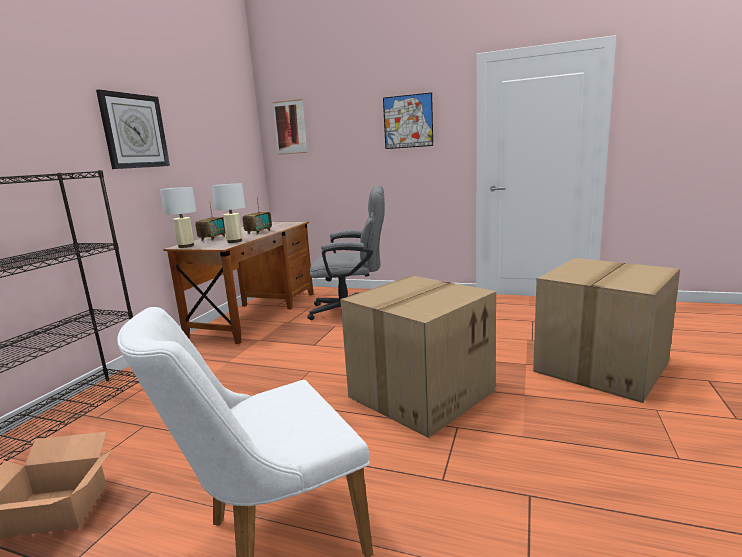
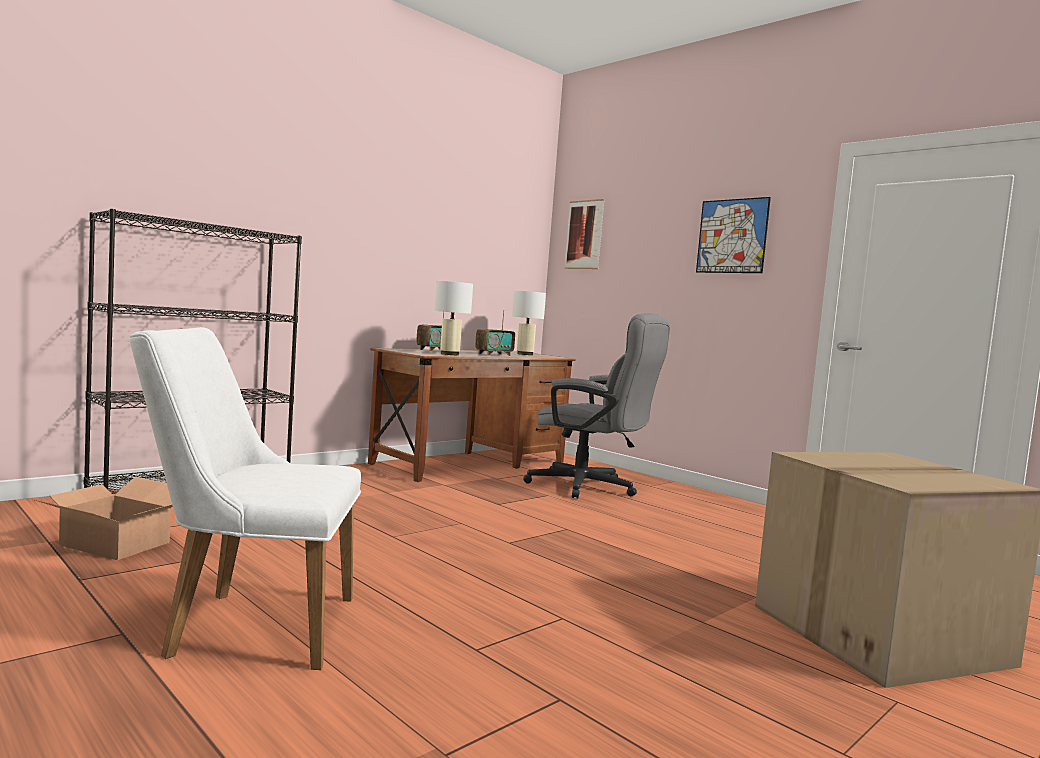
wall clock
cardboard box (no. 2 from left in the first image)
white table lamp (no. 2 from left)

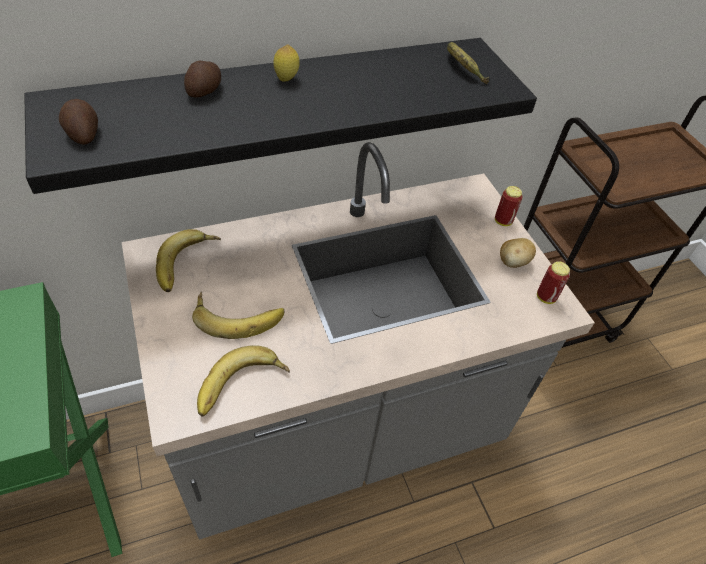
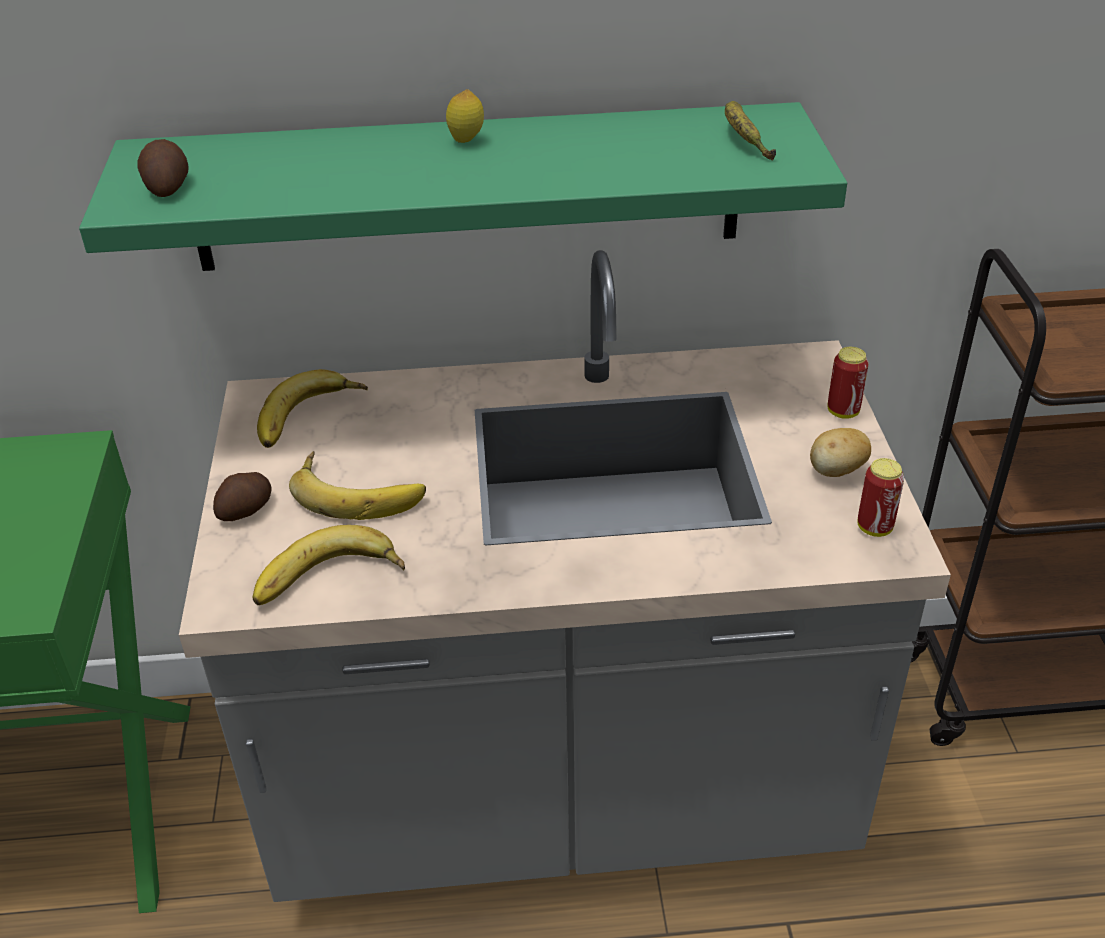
potato (no. 2 from left)
green shelf

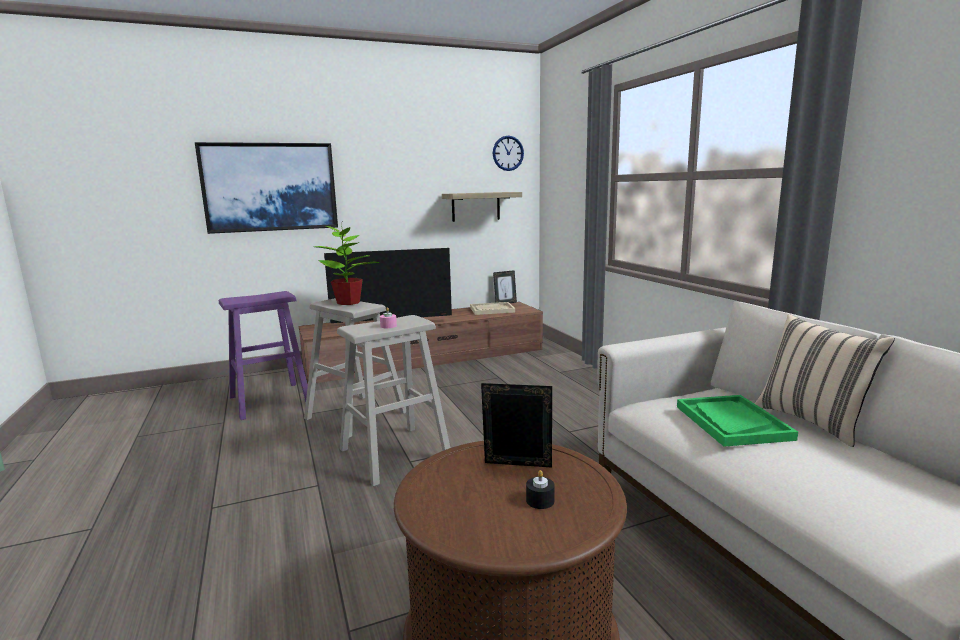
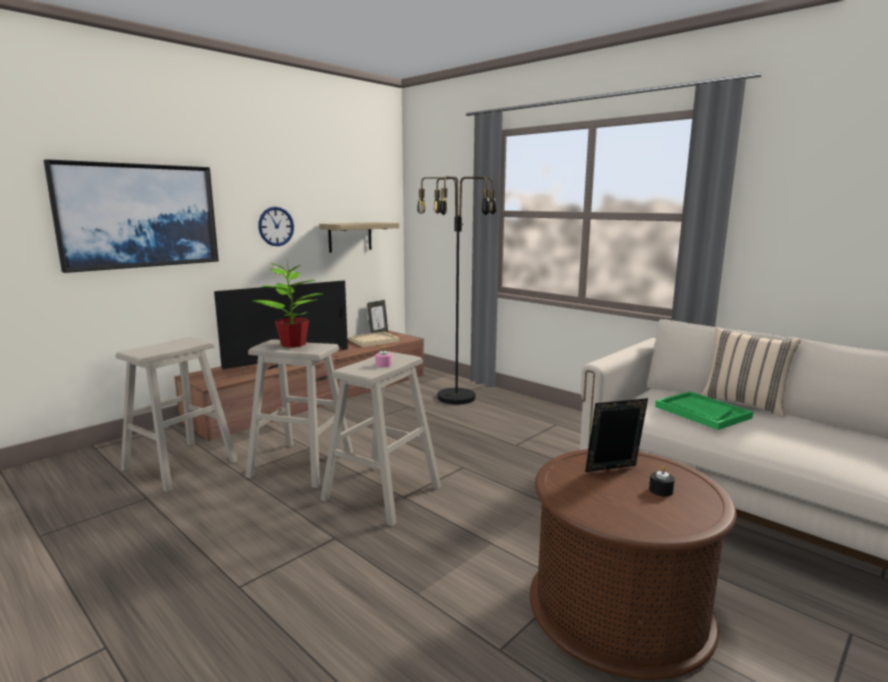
floor lamp
wall clock
beige stool (no. 1 from left)

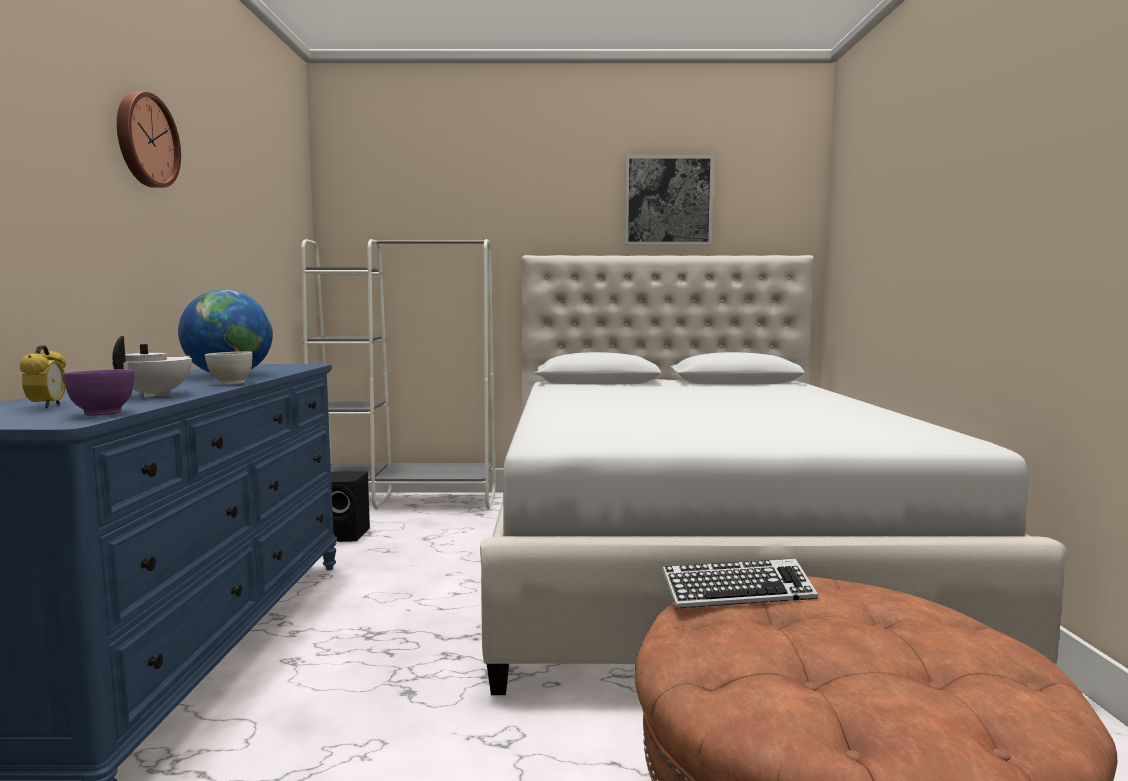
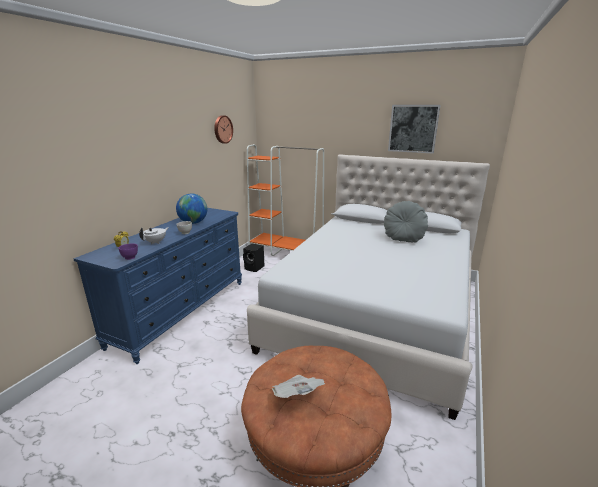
keyboard
newspaper
grey pillow
wall clock
orange clothes rack

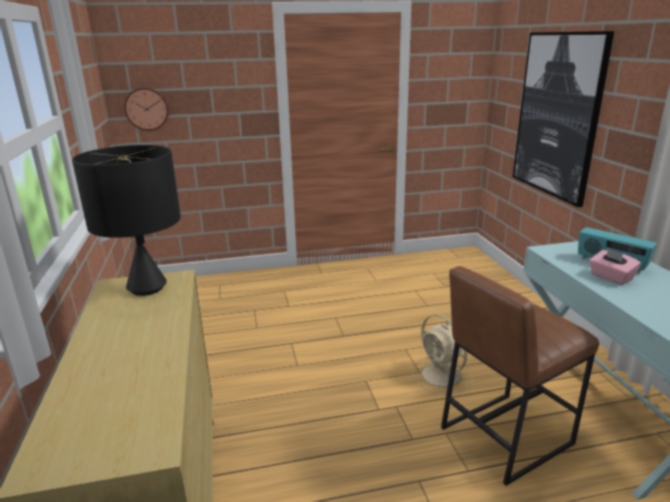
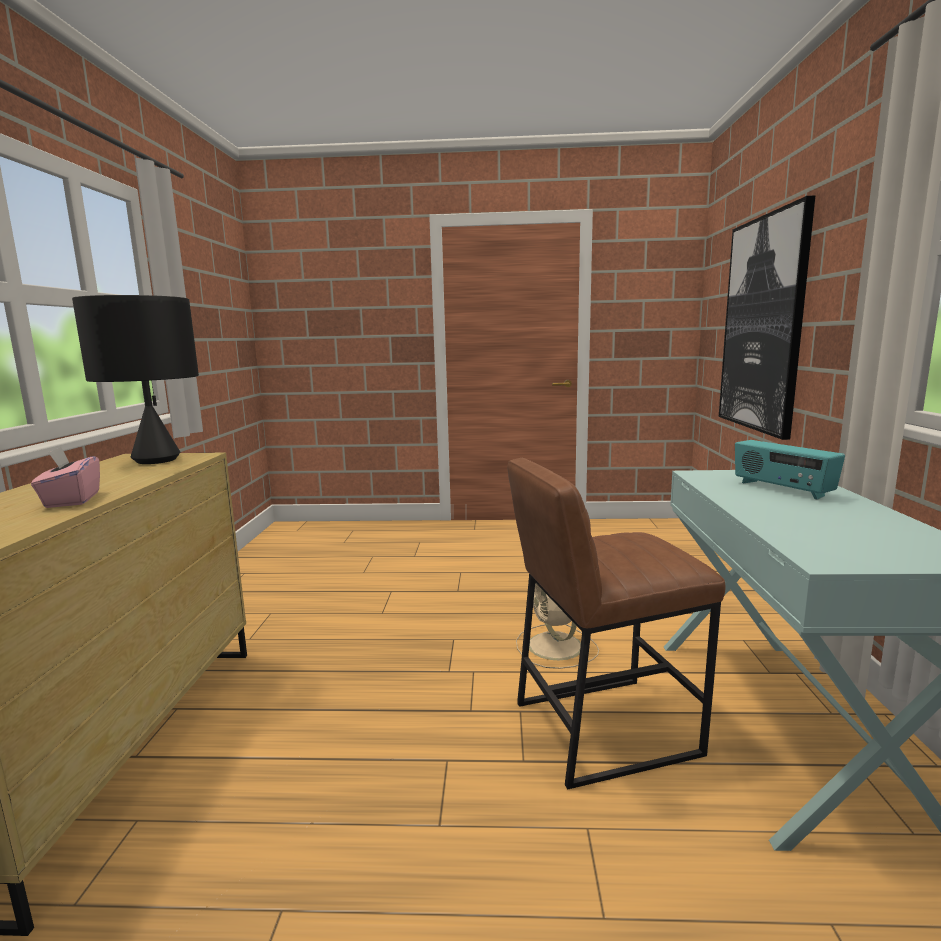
wall clock
pink tissue box

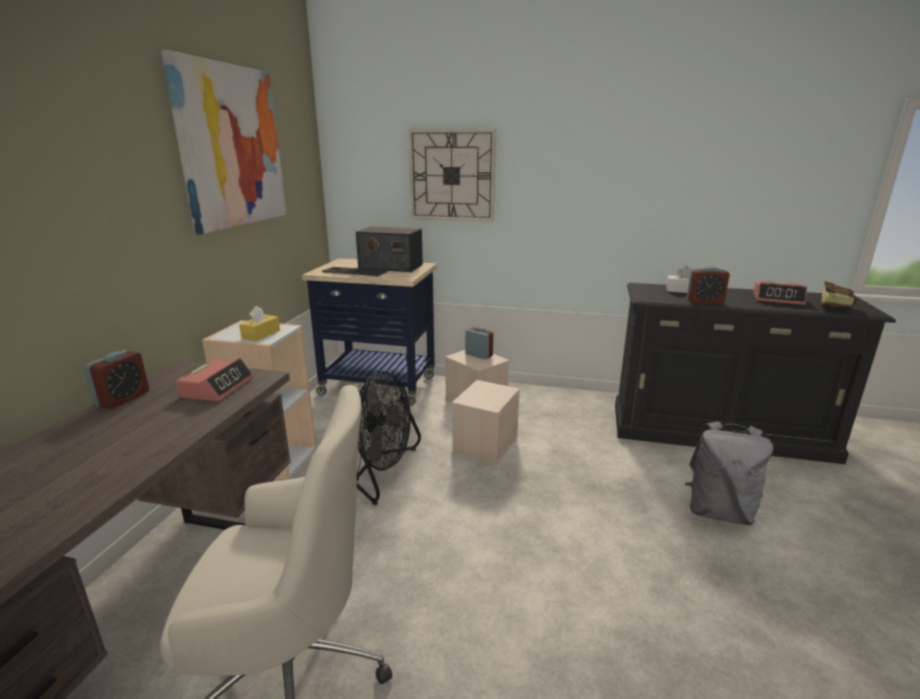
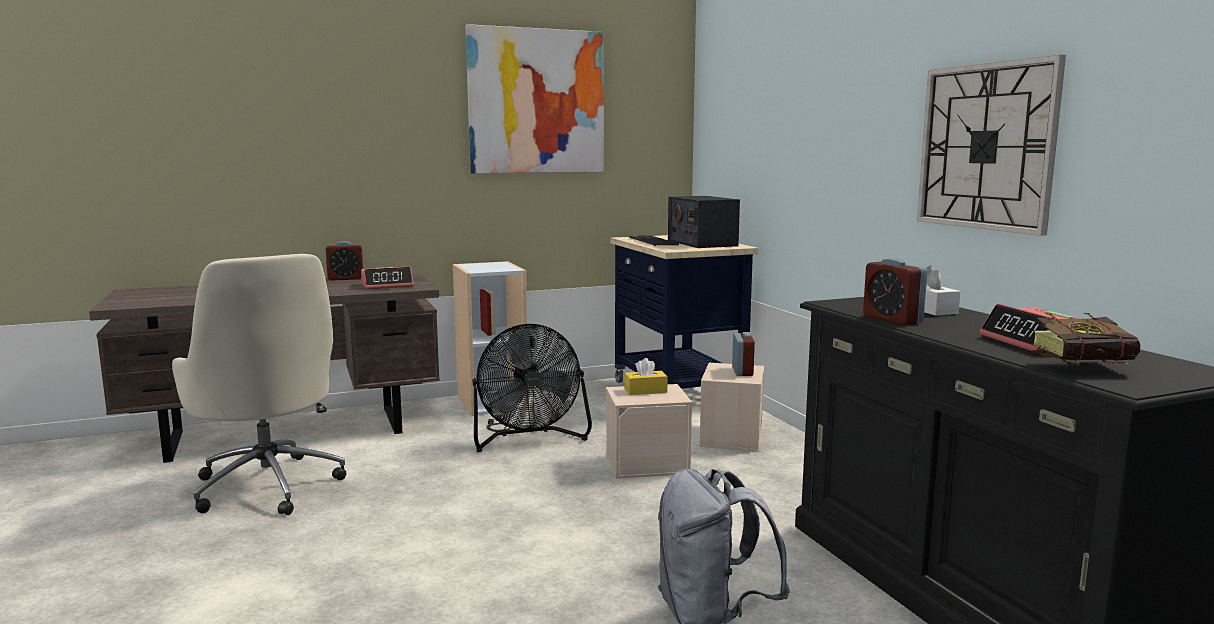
yellow tissue box
wall clock

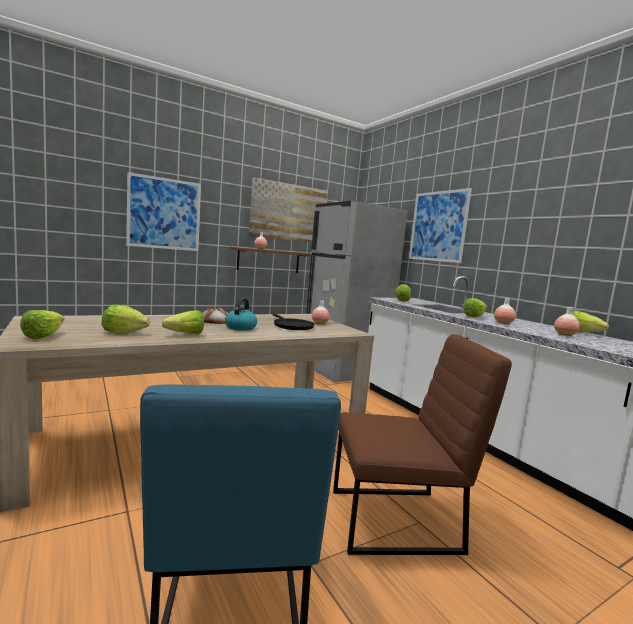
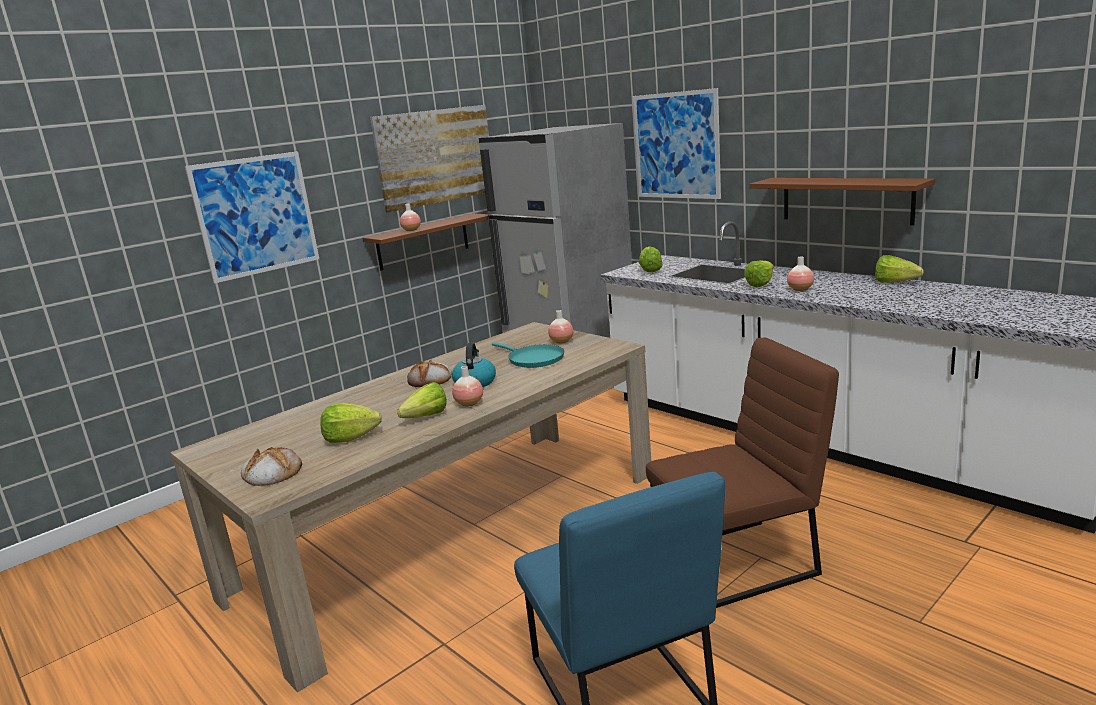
brown shelf (no. 2 from left)
vase (no. 2 from left)
bread (no. 1 from left)
turquoise frying pan

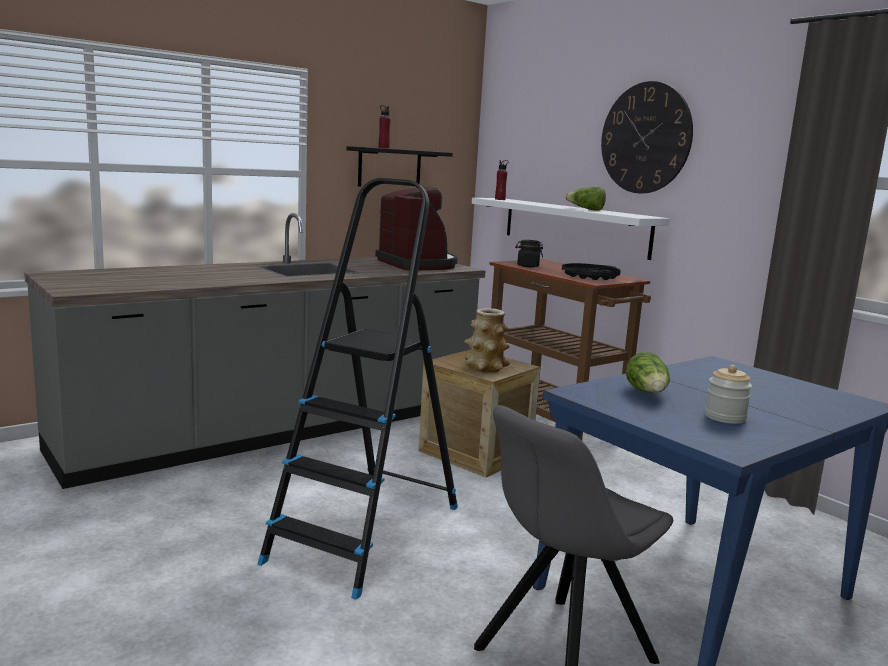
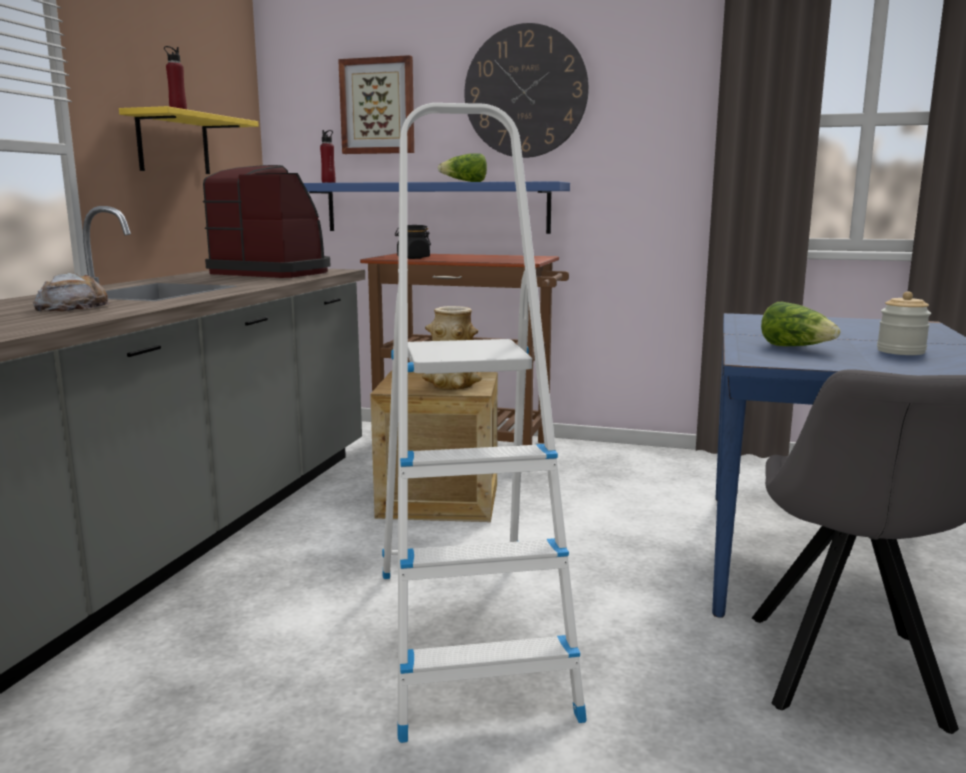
black tray
bread
picture
white step ladder
yellow shelf
blue shelf

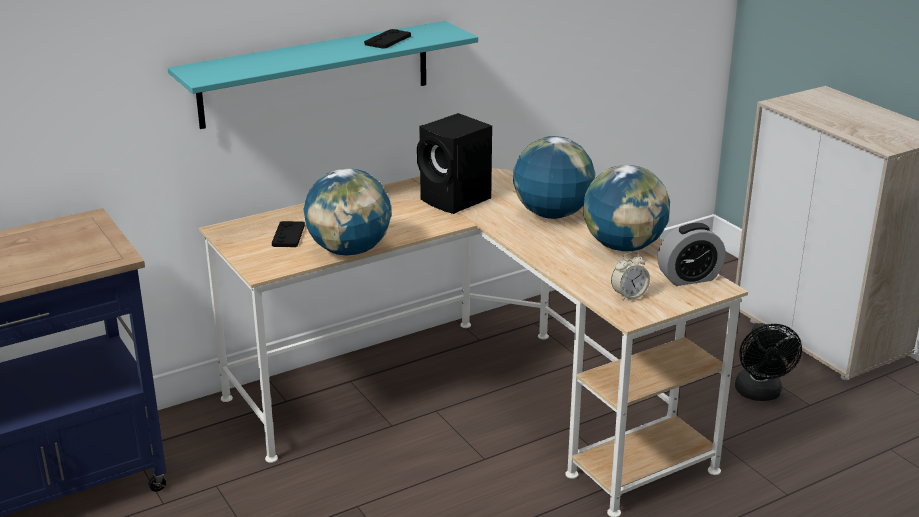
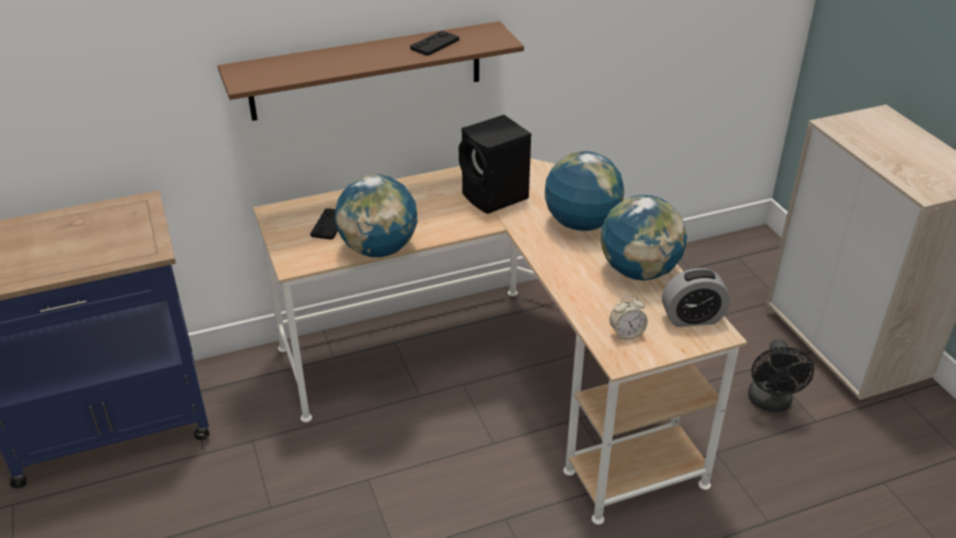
brown shelf

